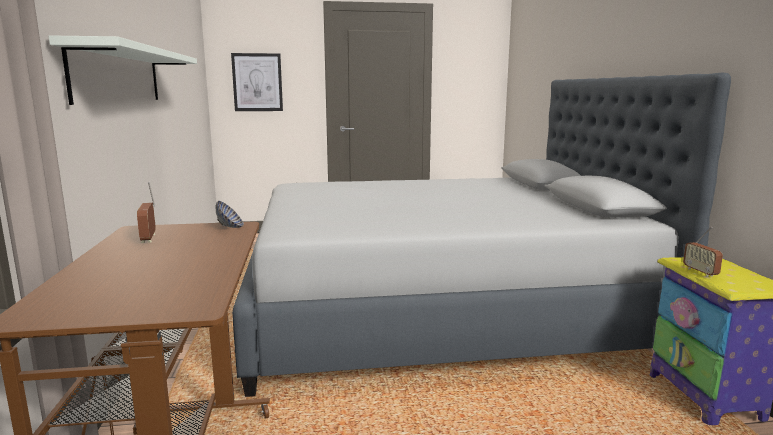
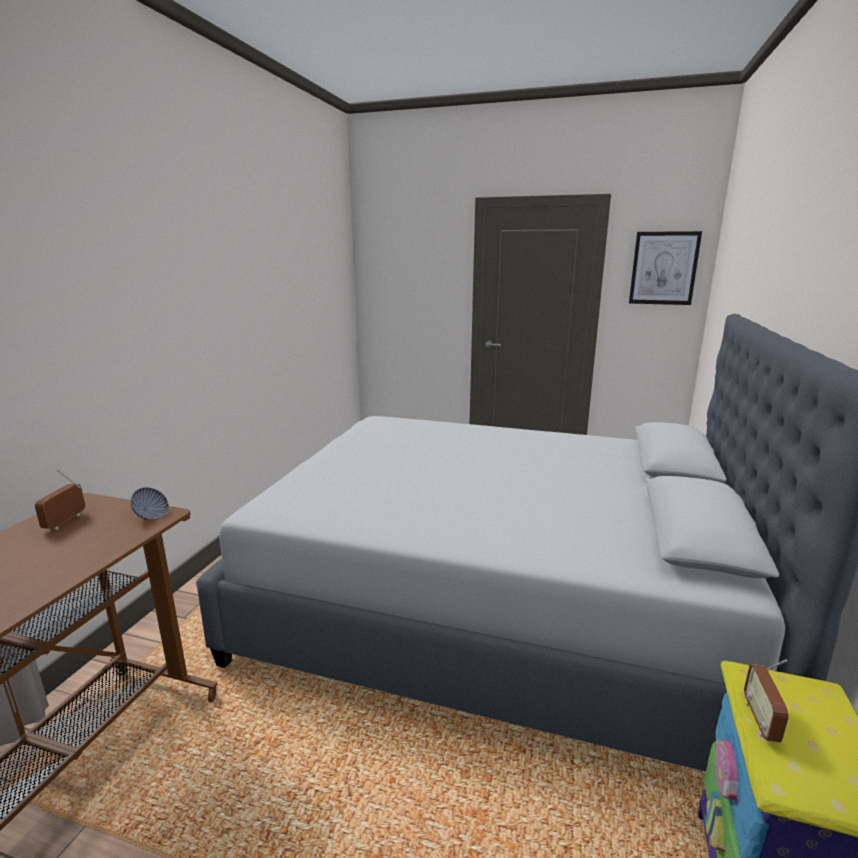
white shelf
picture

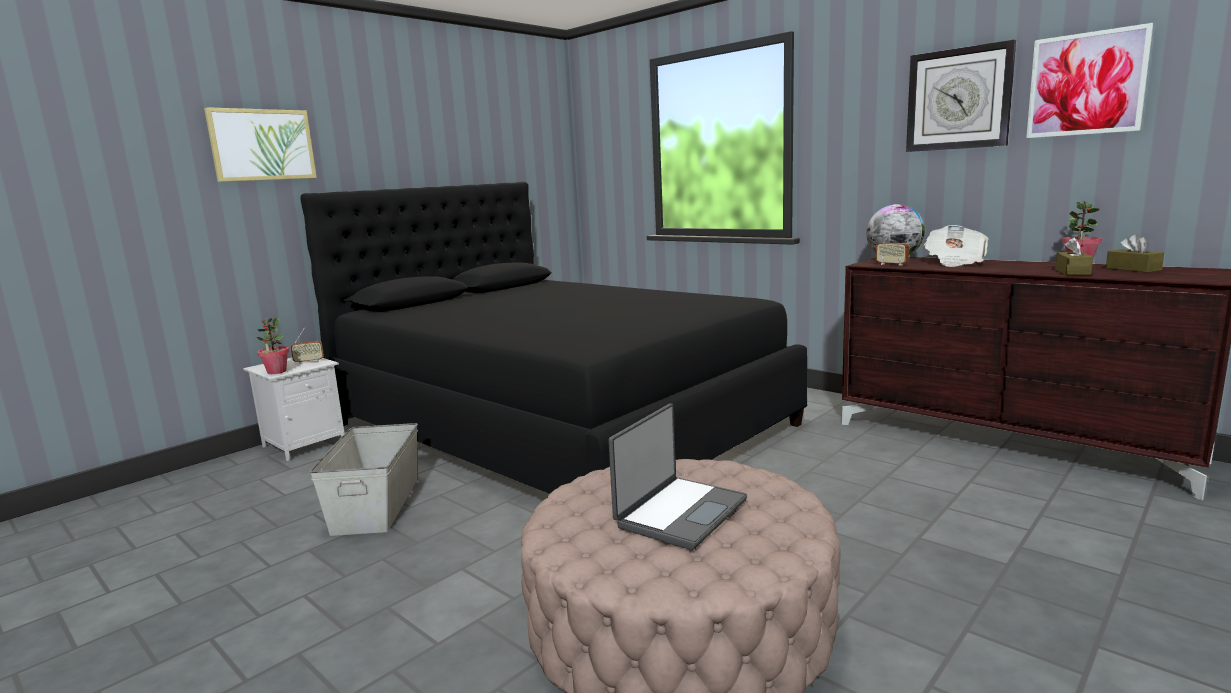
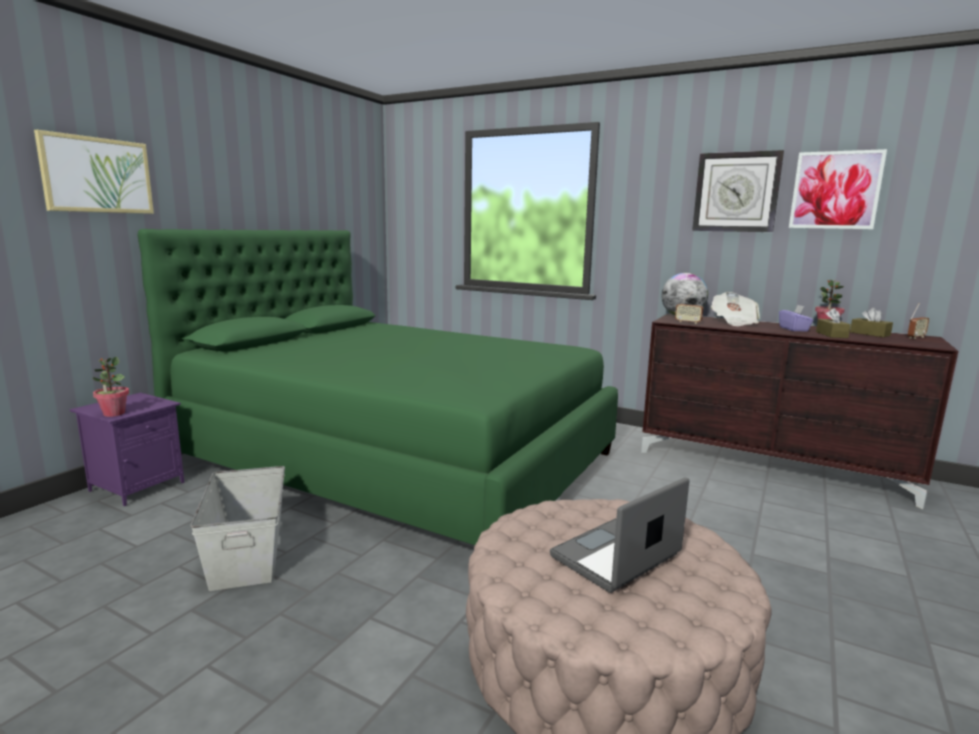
purple tissue box
radio (no. 2 from left)
purple nightstand
green bed
laptop

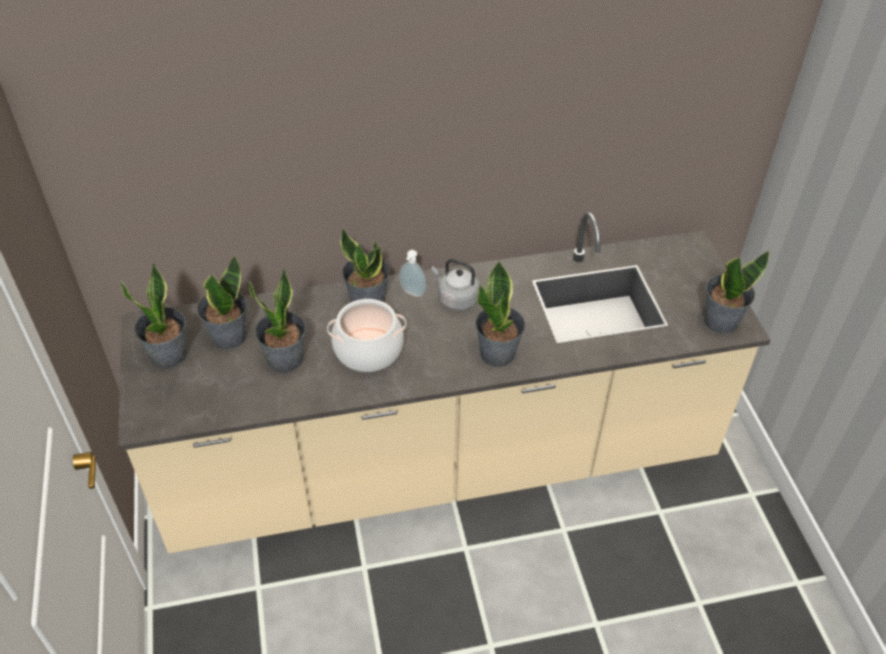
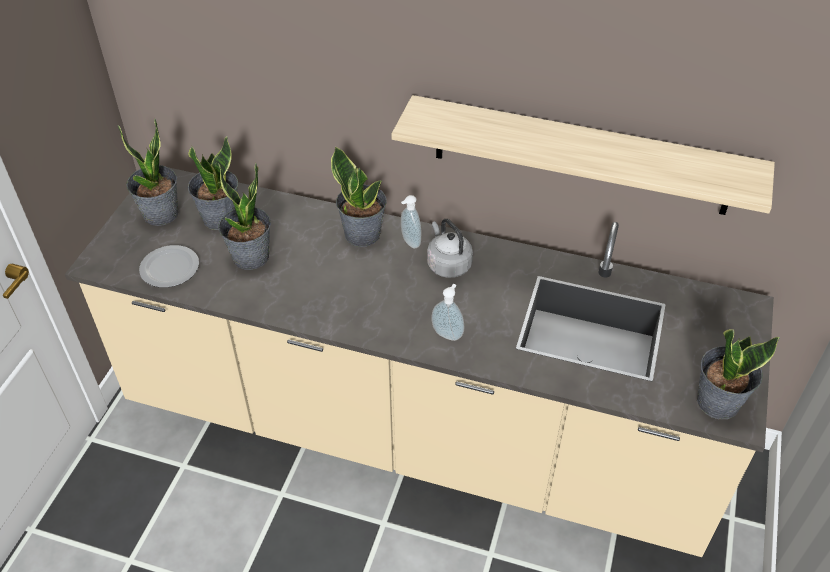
cooking pot
plate
shelf
soap dispenser (no. 2 from left)

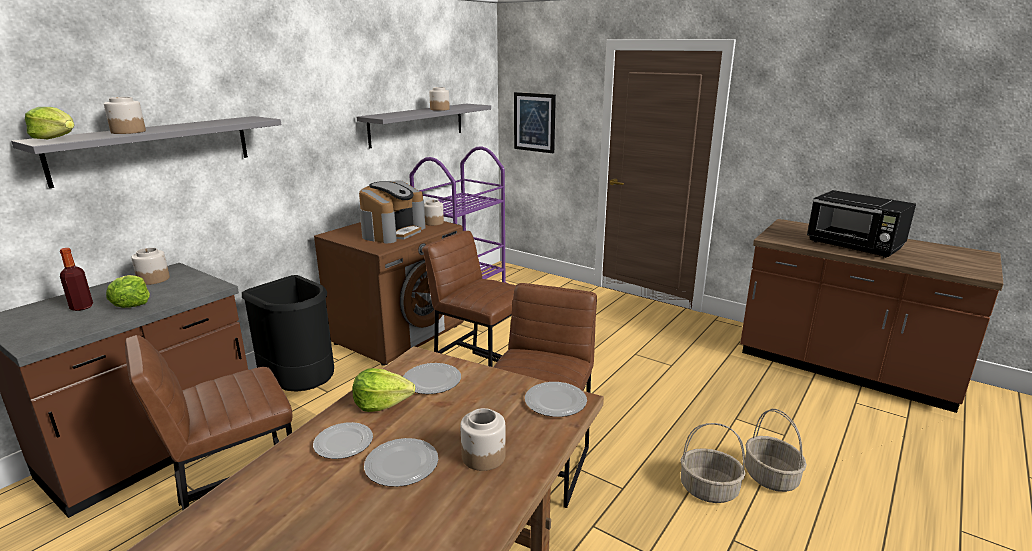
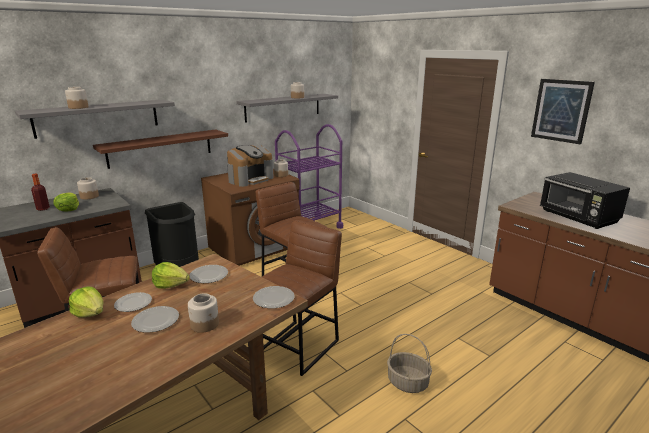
basket (no. 2 from left in the first image)
brown shelf
lettuce (no. 2 from left)
picture

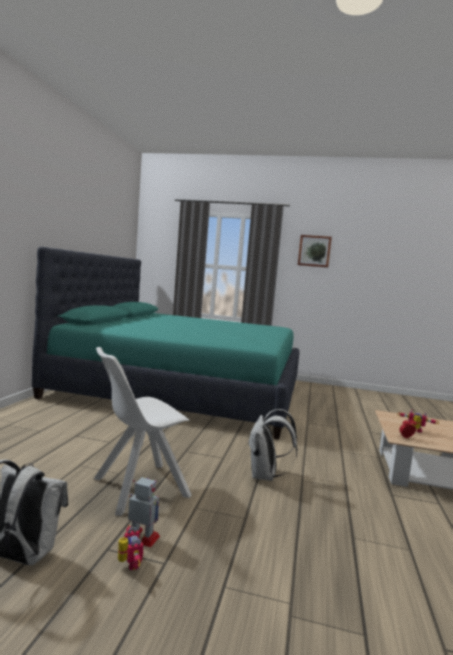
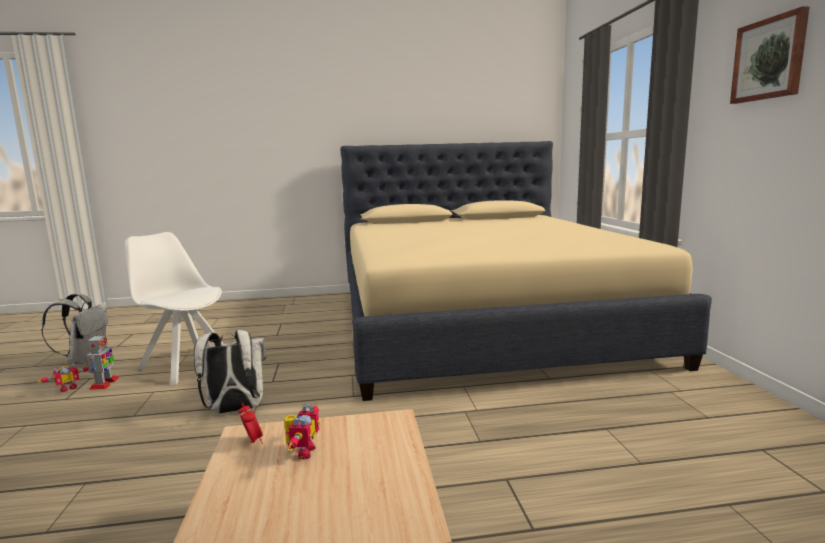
beige bed

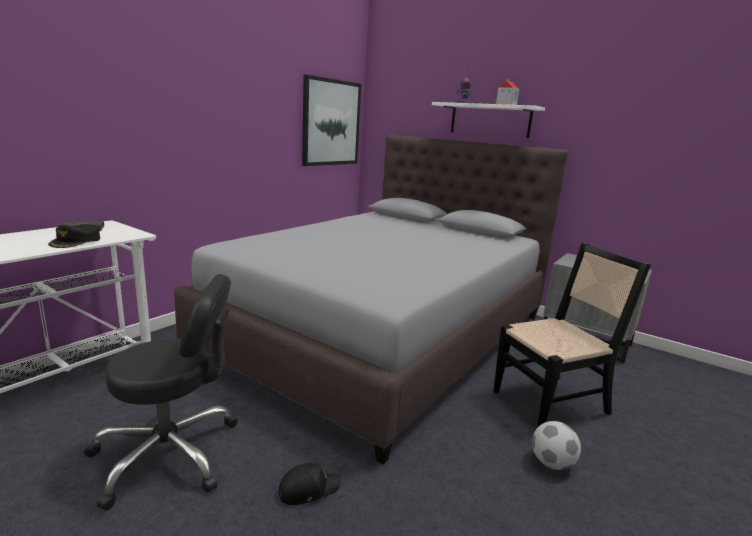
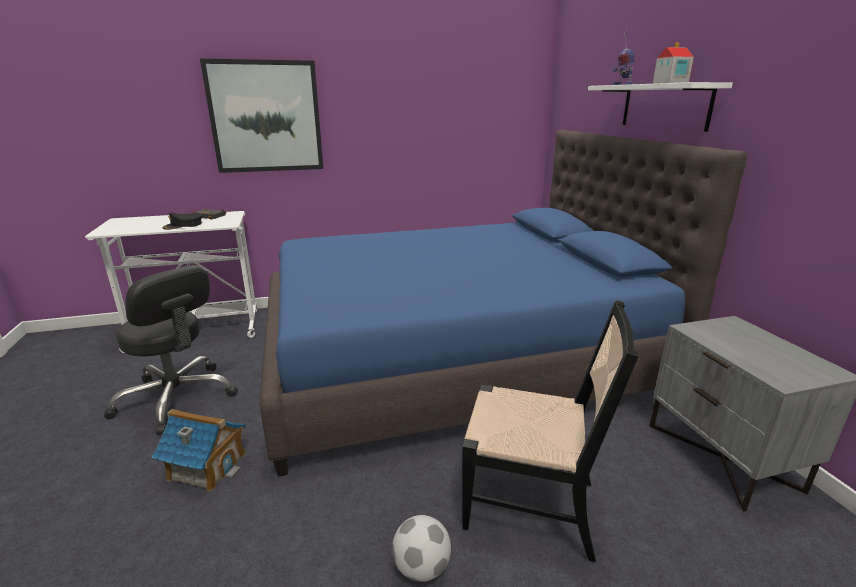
picture
toy house (no. 1 from left)
blue bed

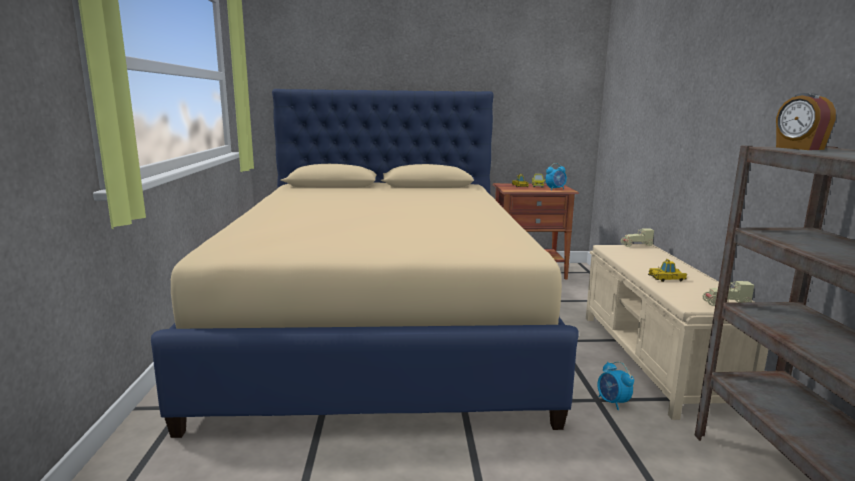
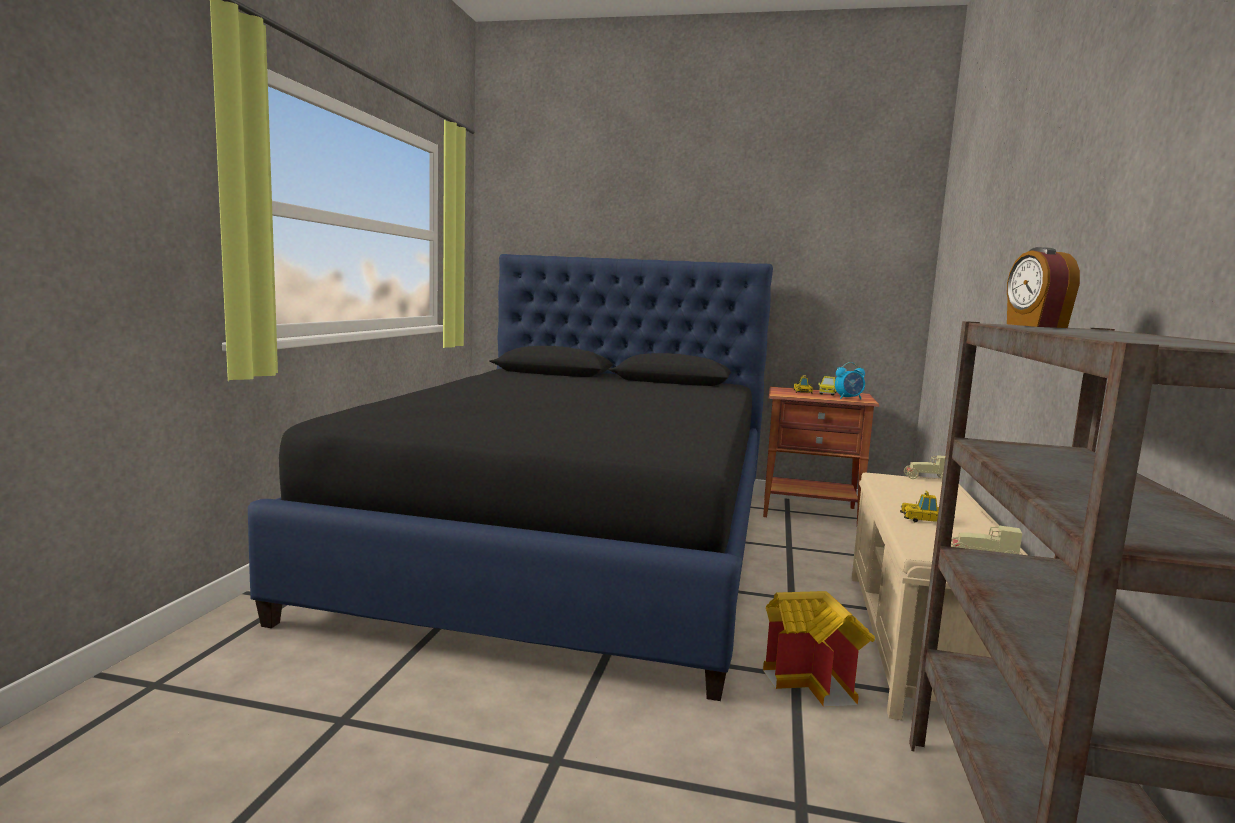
toy house
black bed

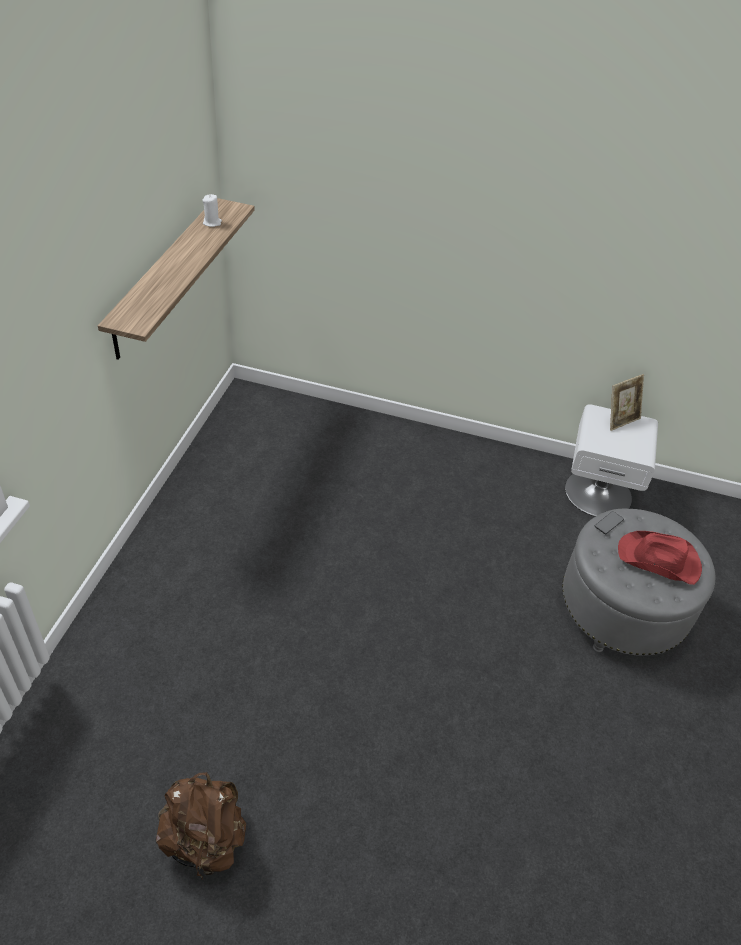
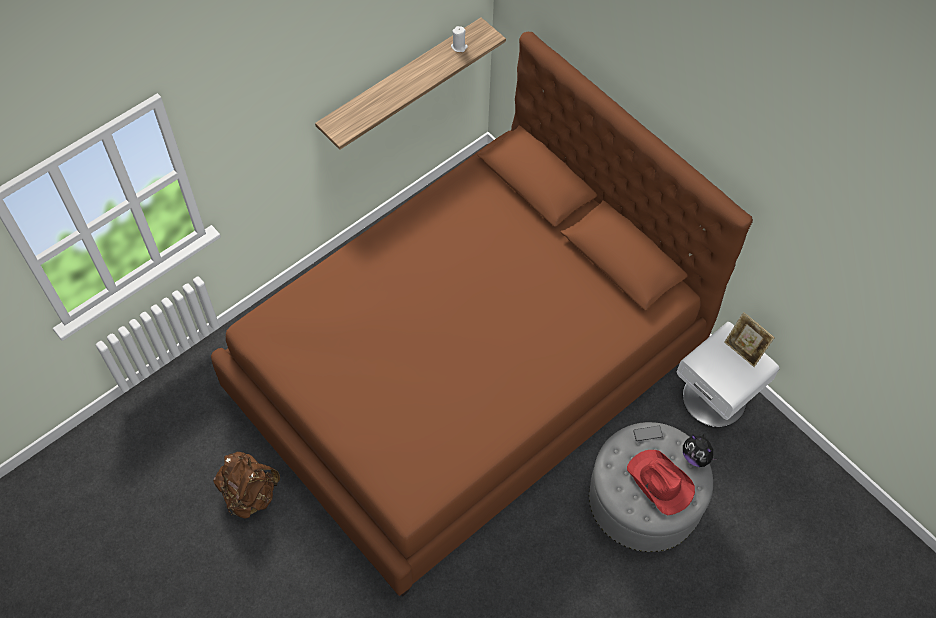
brown bed
plush toy
picture frame

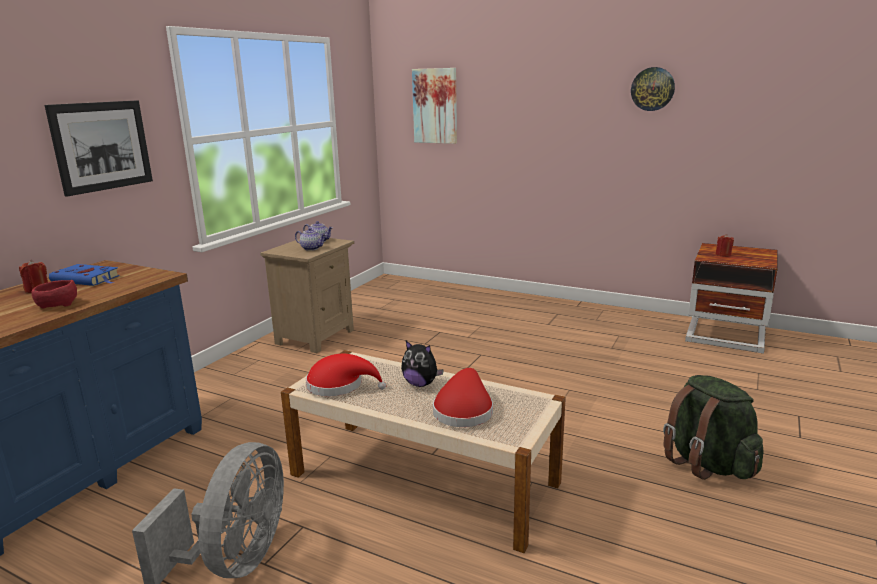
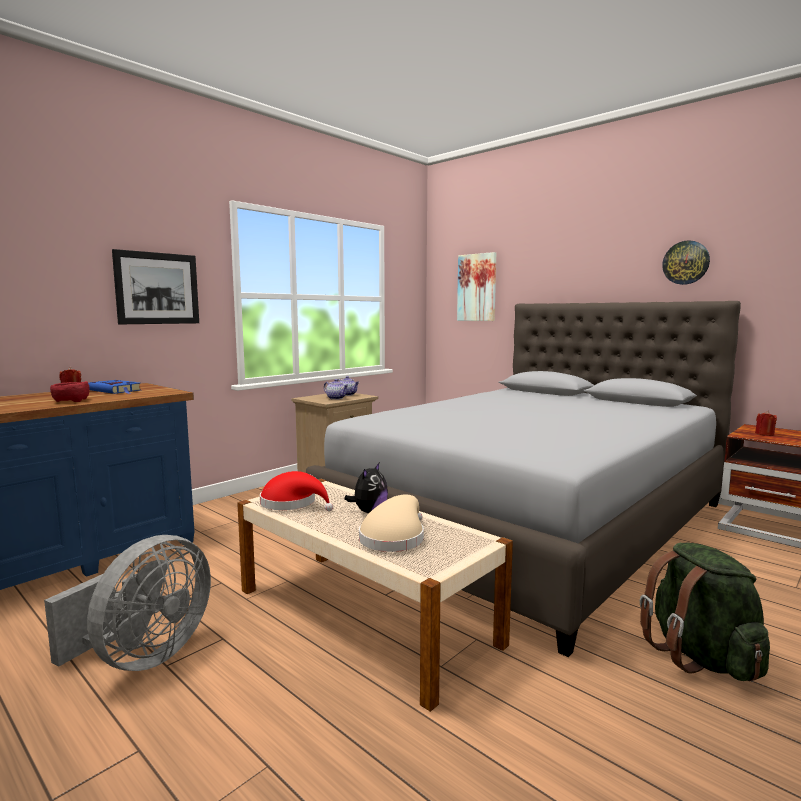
grey bed
beige hat
plush toy

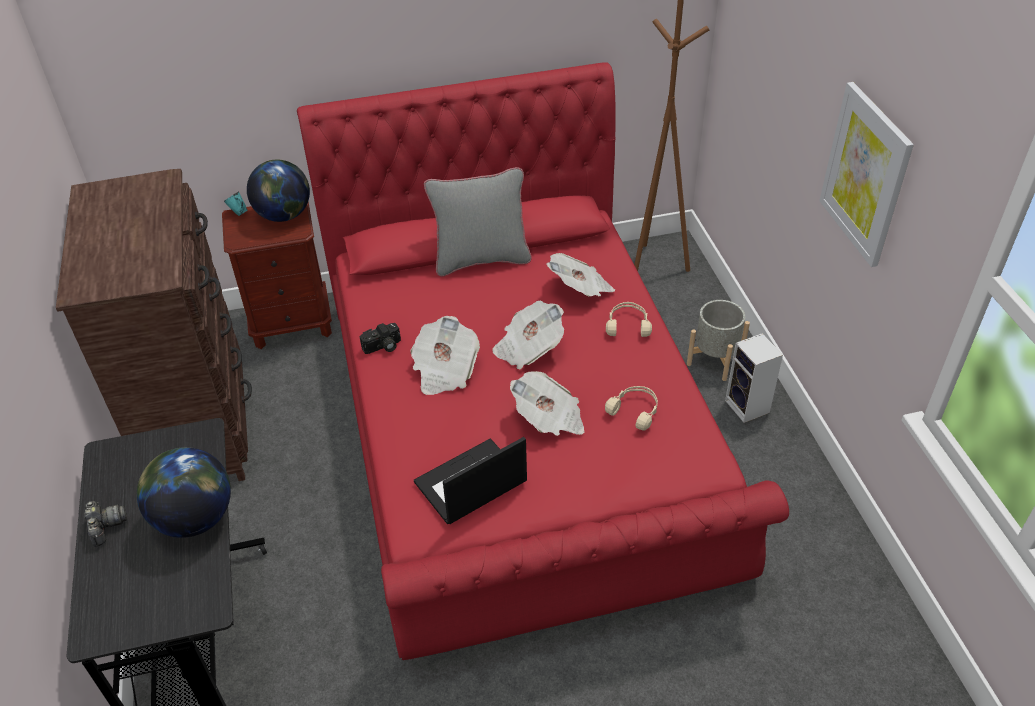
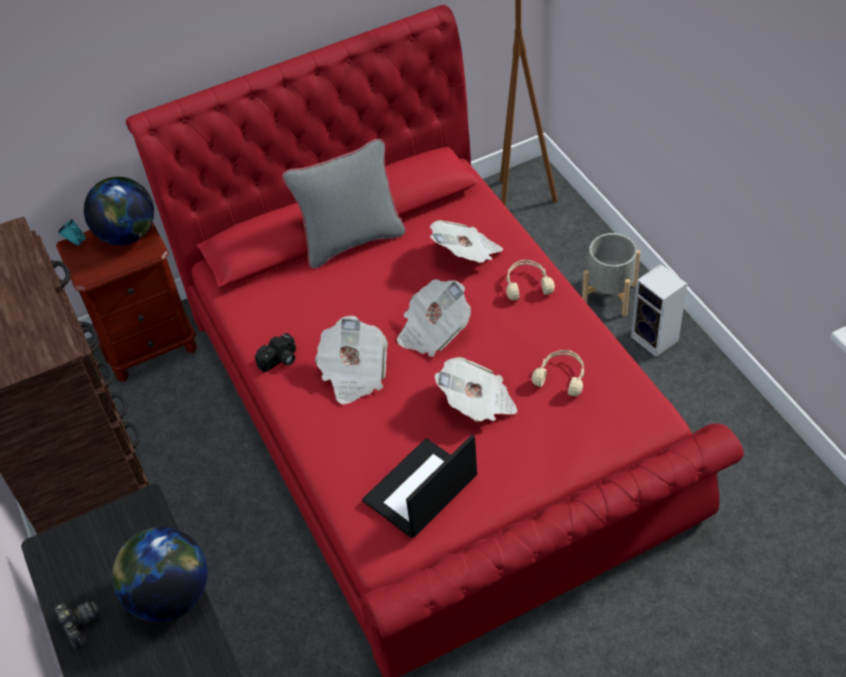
picture

